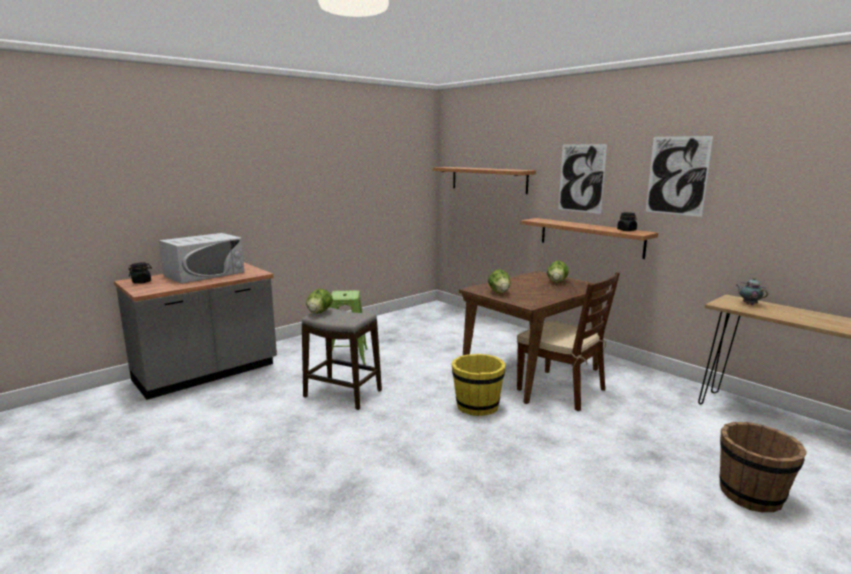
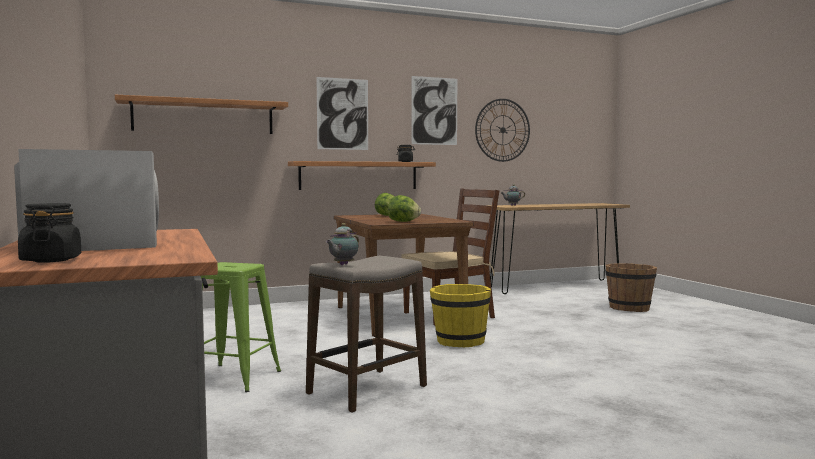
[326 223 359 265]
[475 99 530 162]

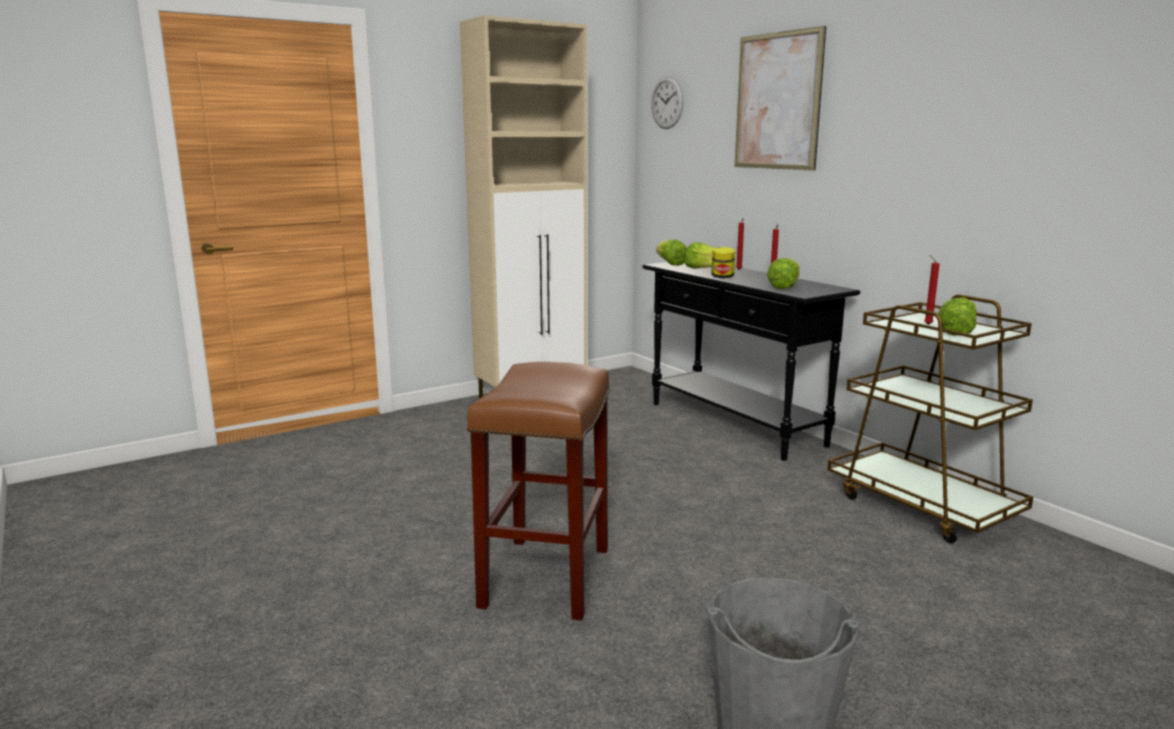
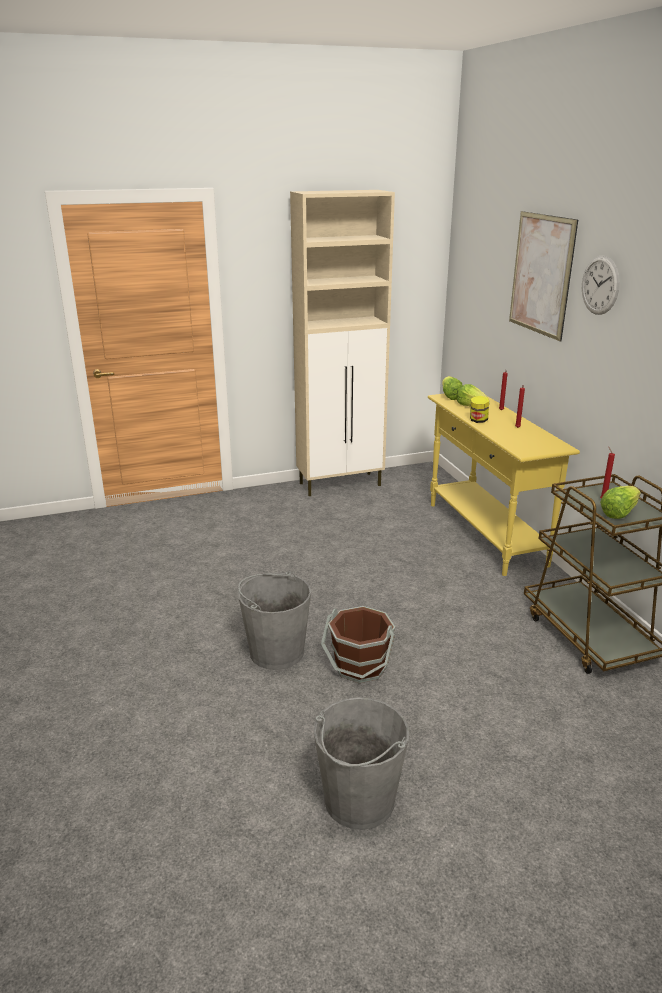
[238 571 311 670]
[321 606 395 683]
[428 394 580 576]
[582 256 620 315]
[767 258 799 289] (first image)

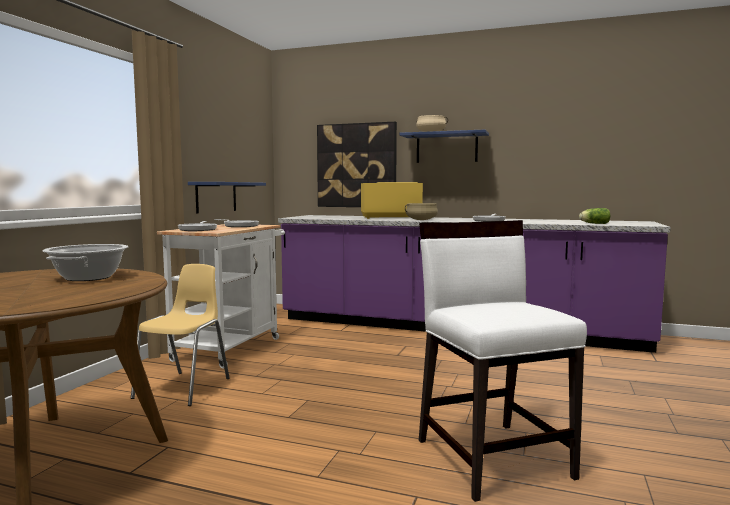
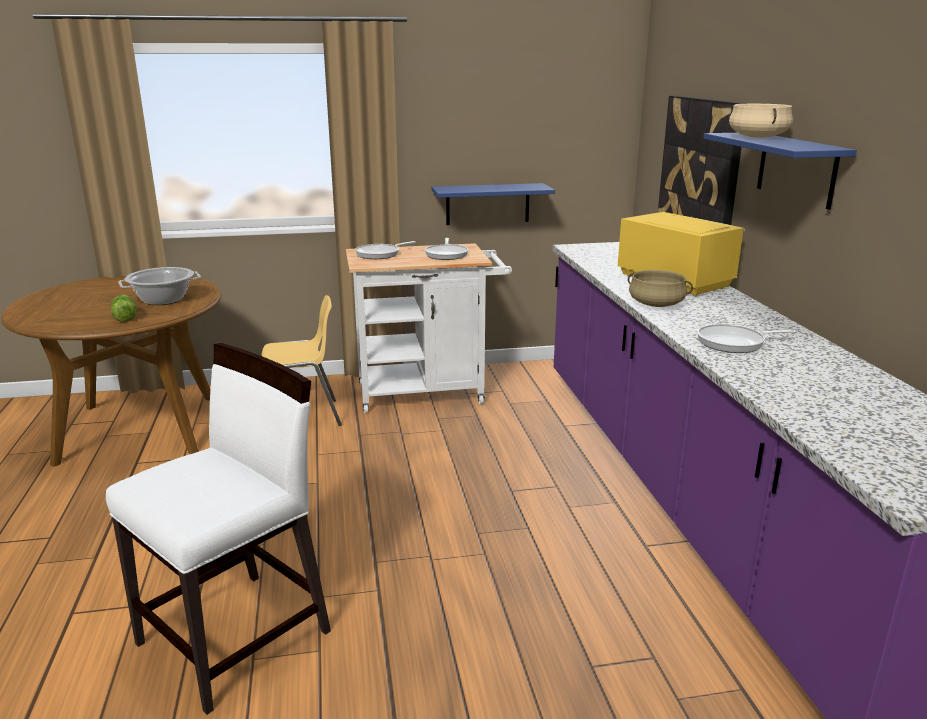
[111 295 137 322]

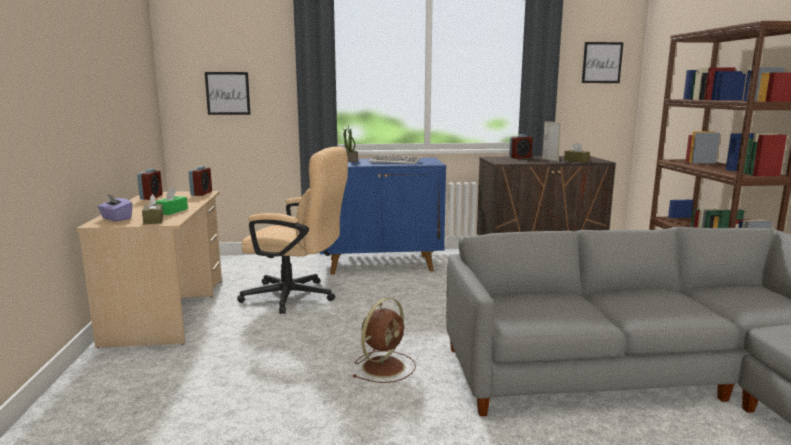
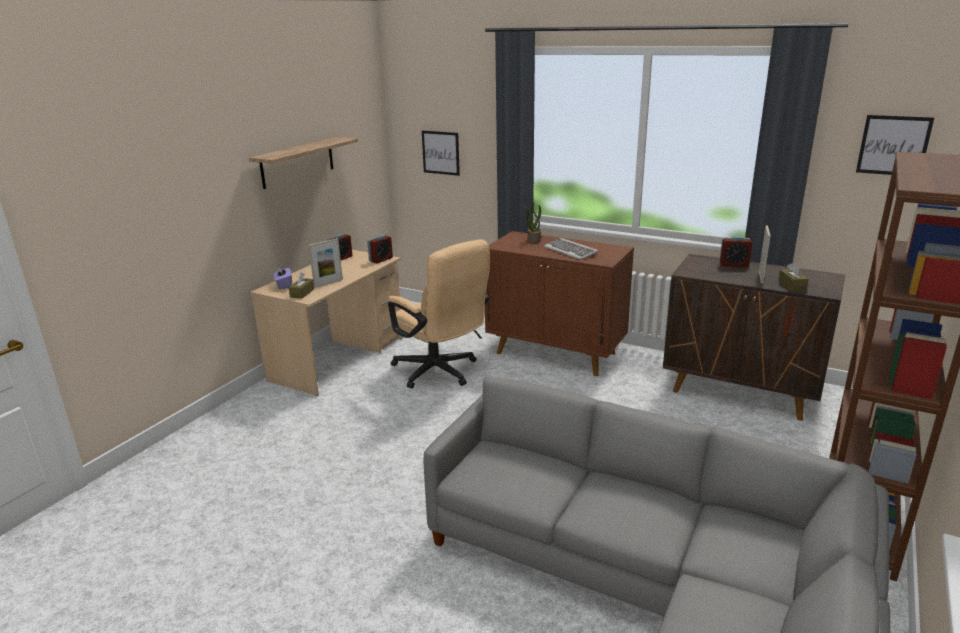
[249 137 358 189]
[308 238 343 287]
[485 231 634 376]
[352 297 416 383] (first image)

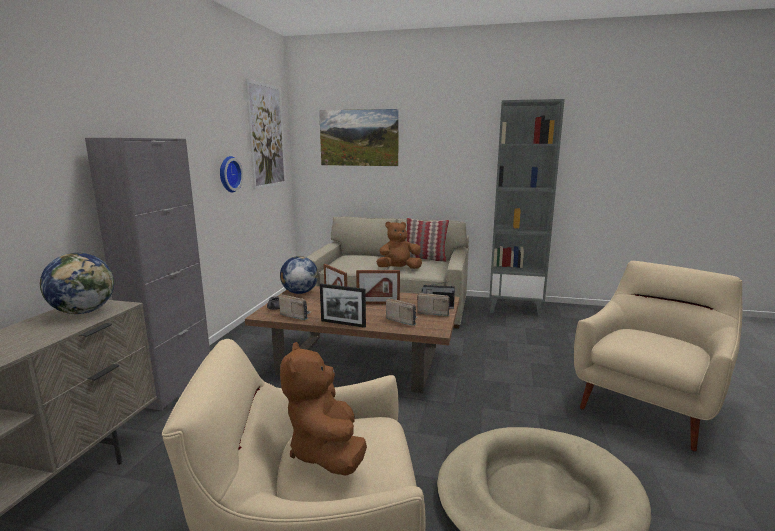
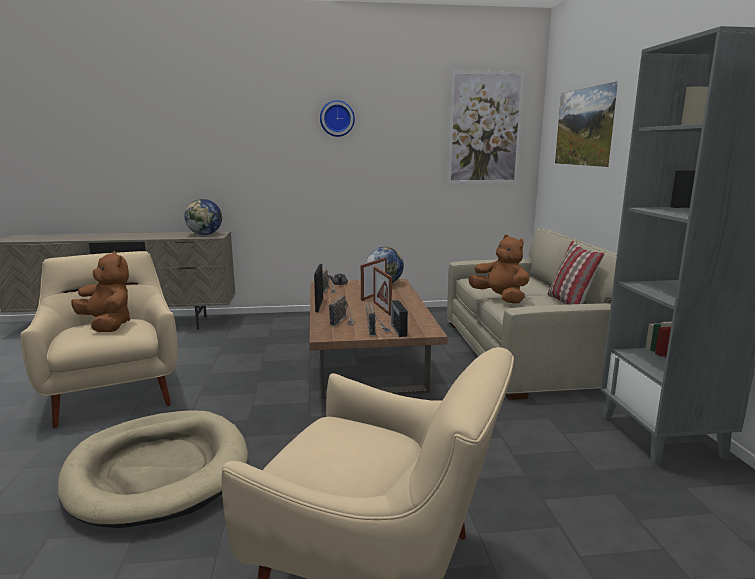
[71 251 131 332]
[320 100 355 137]
[85 138 210 411] (first image)

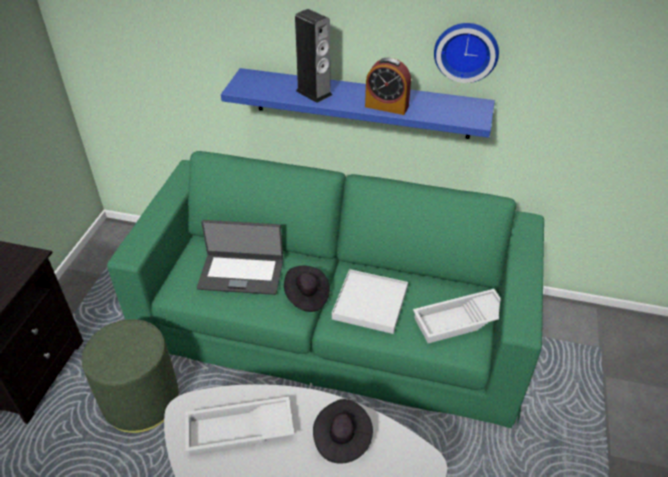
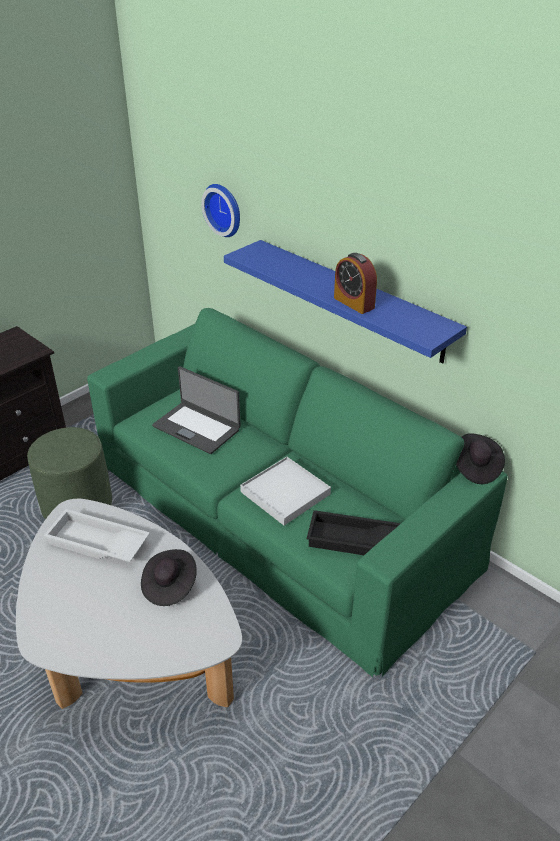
[201 184 240 237]
[307 510 401 555]
[456 433 505 484]
[295 9 332 103] (first image)

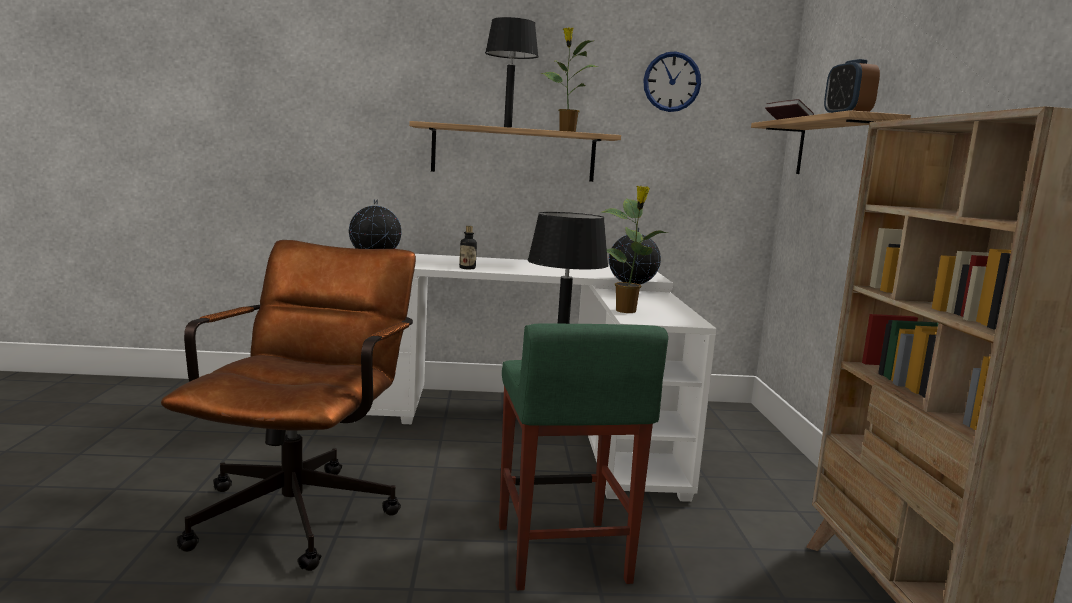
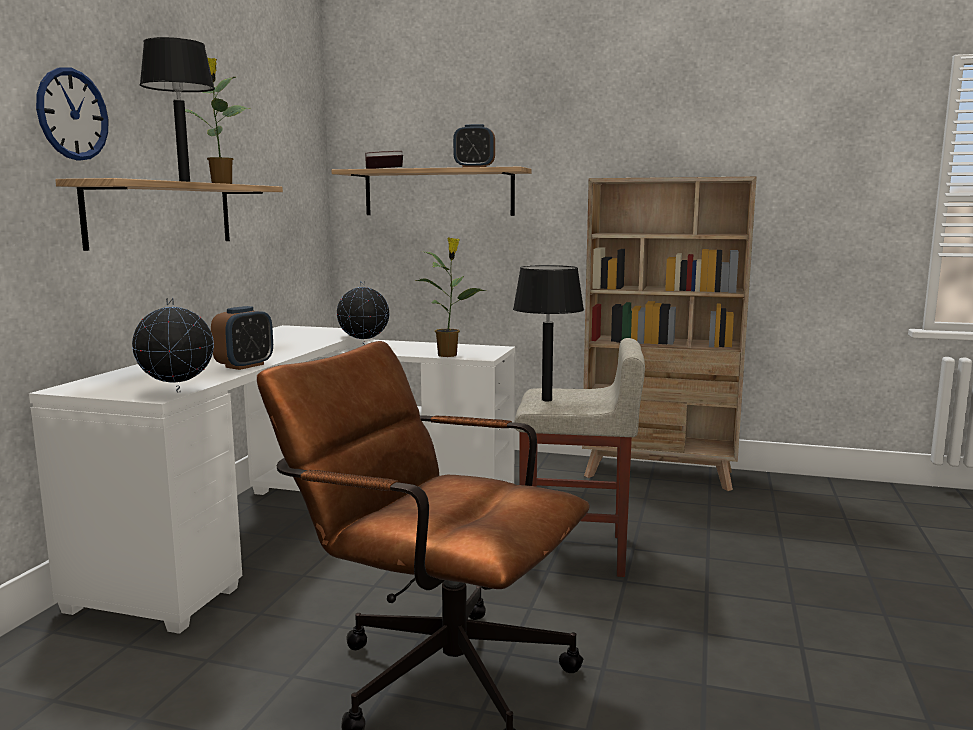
[36 68 109 161]
[211 306 273 370]
[514 338 645 577]

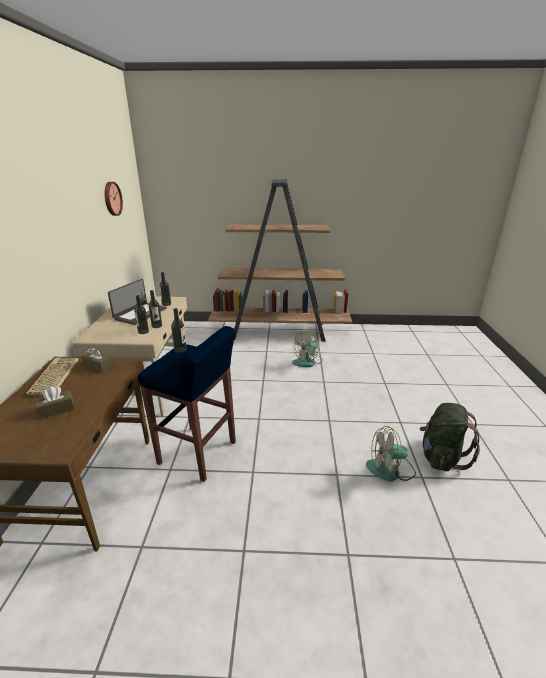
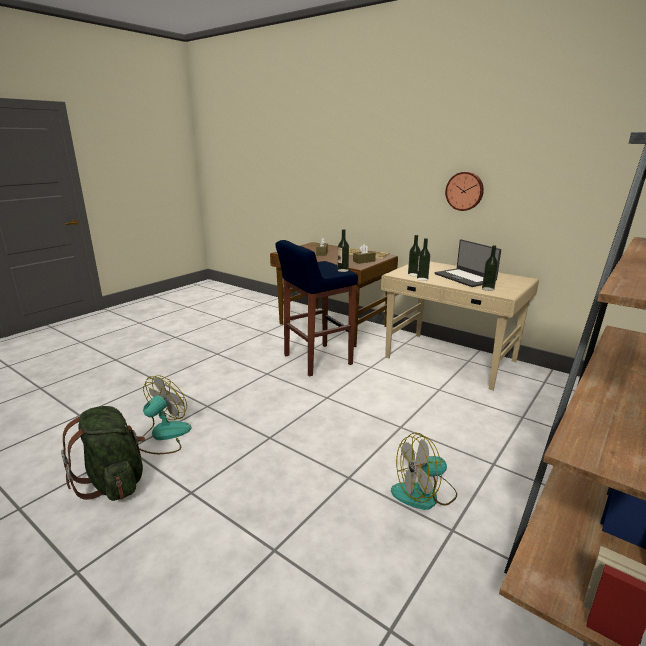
[391 432 457 510]
[445 172 484 211]

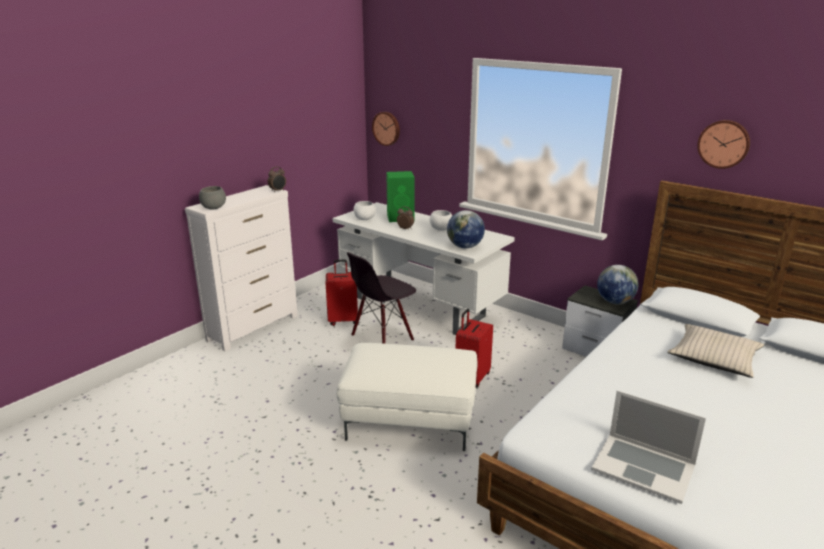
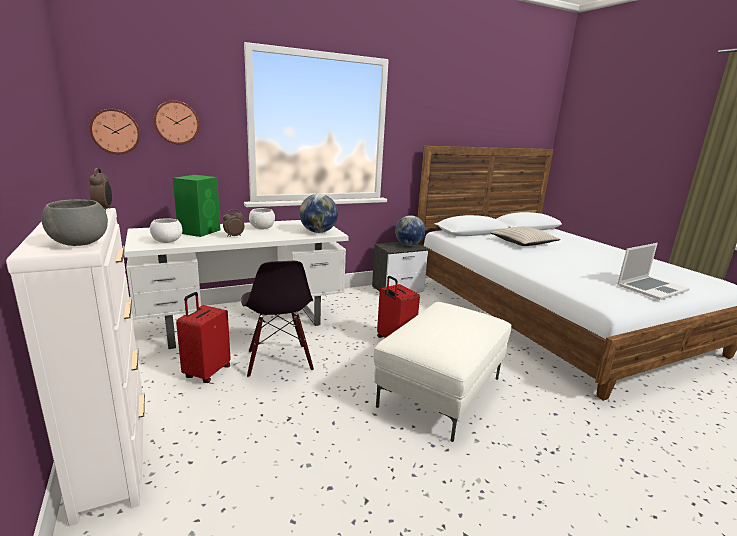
[154 101 199 144]

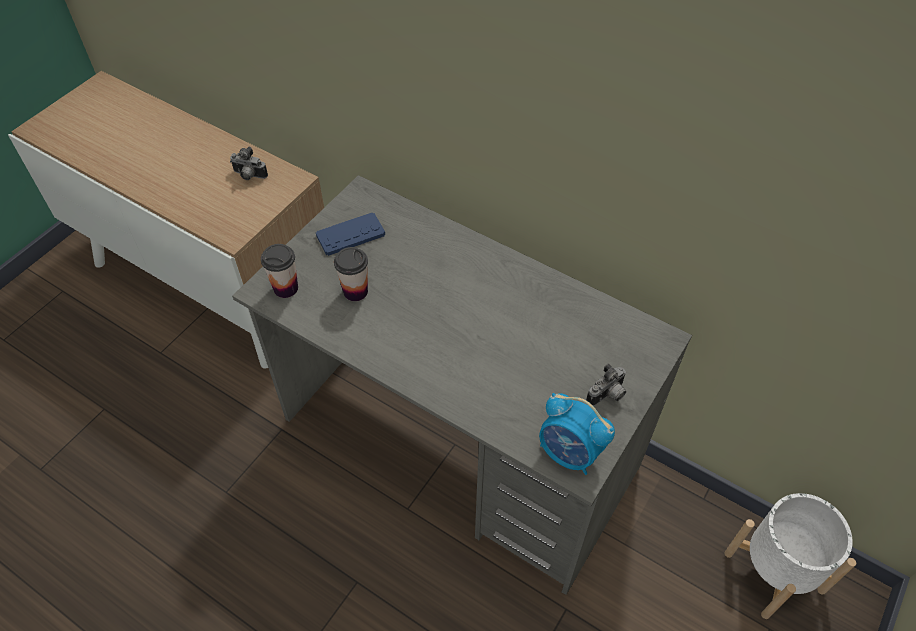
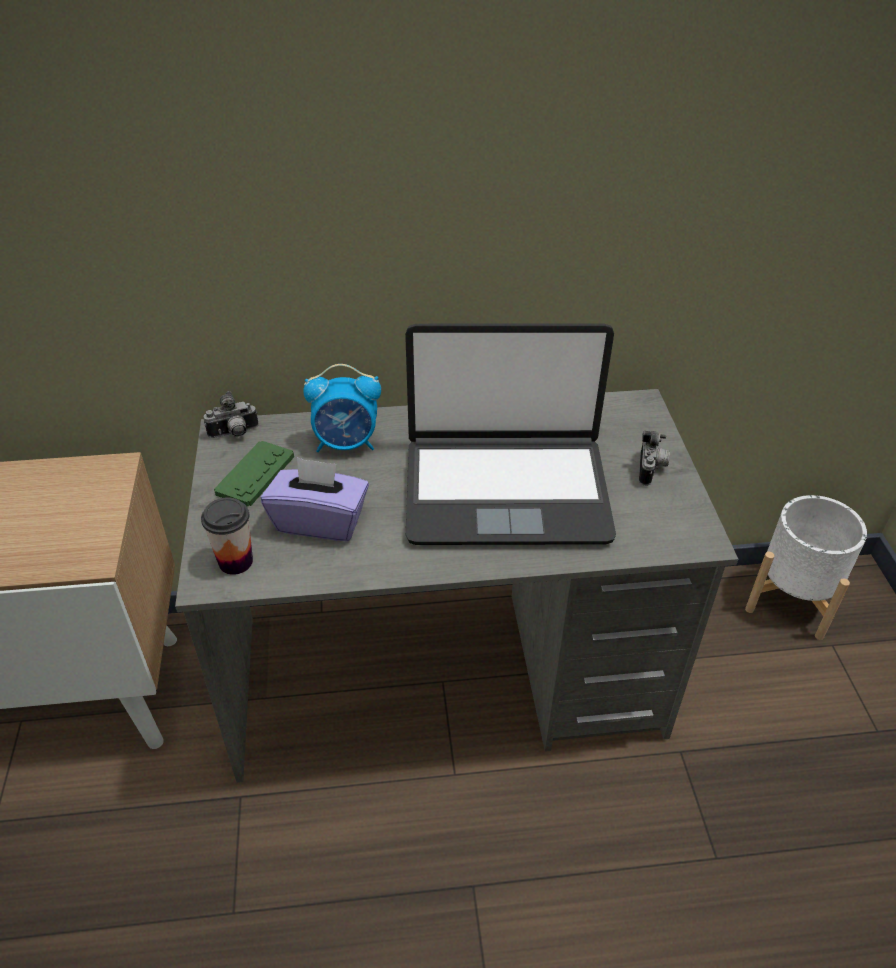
[203 391 259 438]
[214 441 294 507]
[261 457 369 541]
[303 364 381 452]
[405 324 616 545]

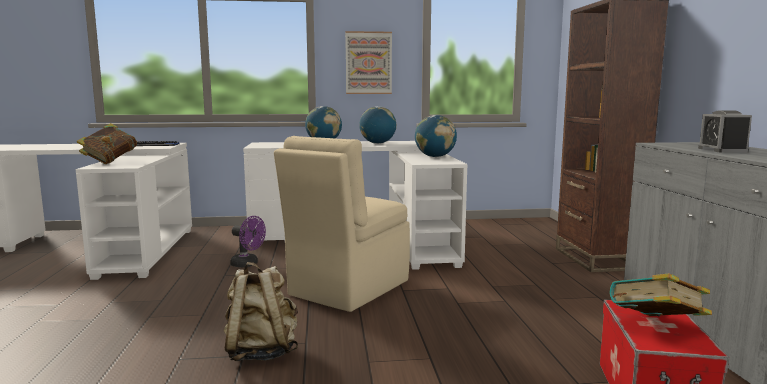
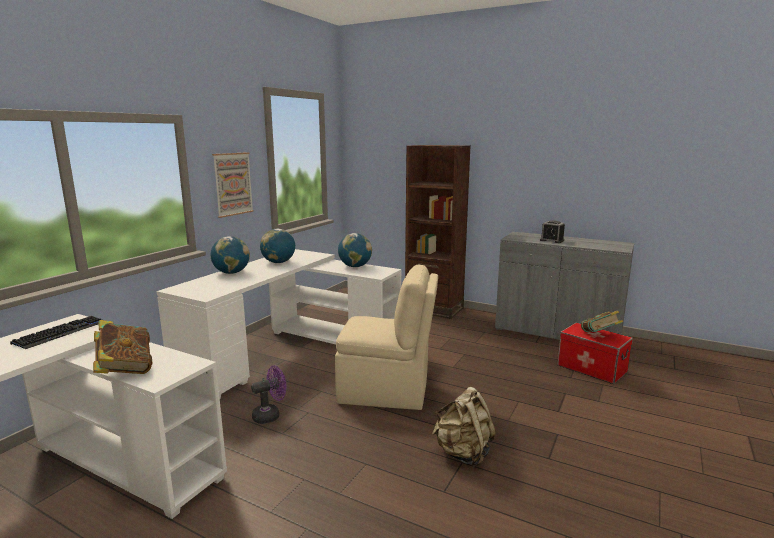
[335 265 438 410]

